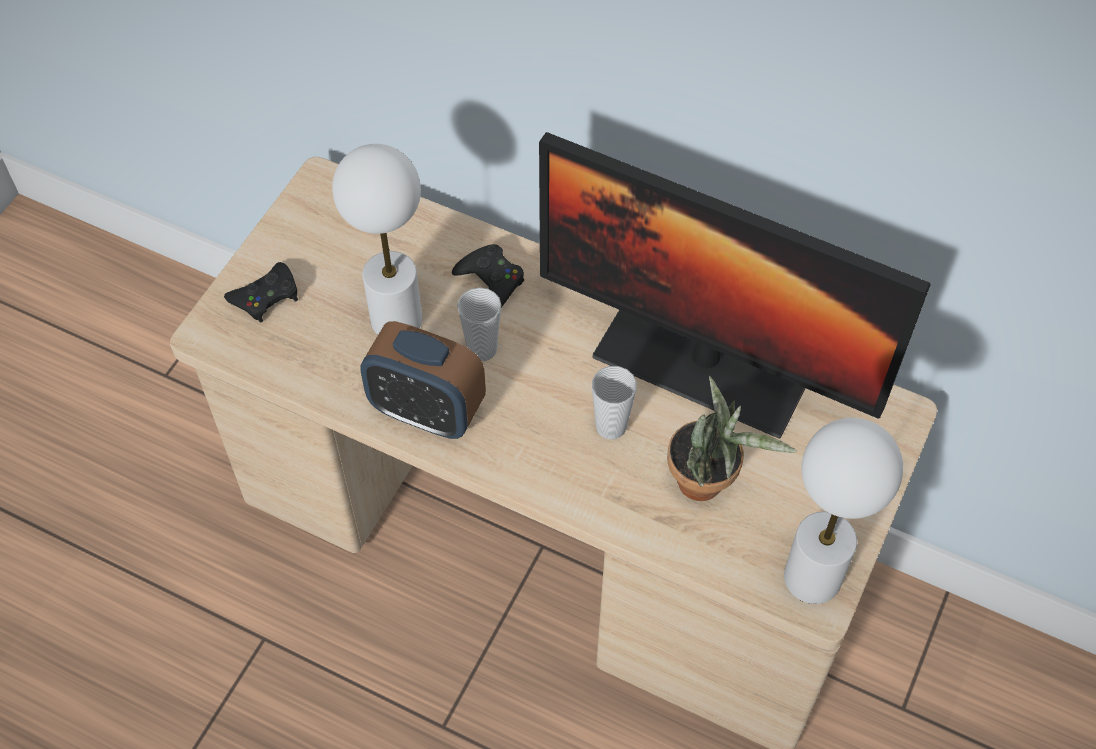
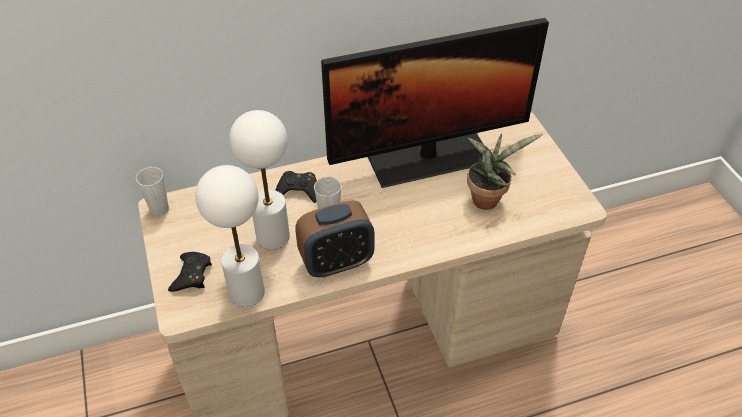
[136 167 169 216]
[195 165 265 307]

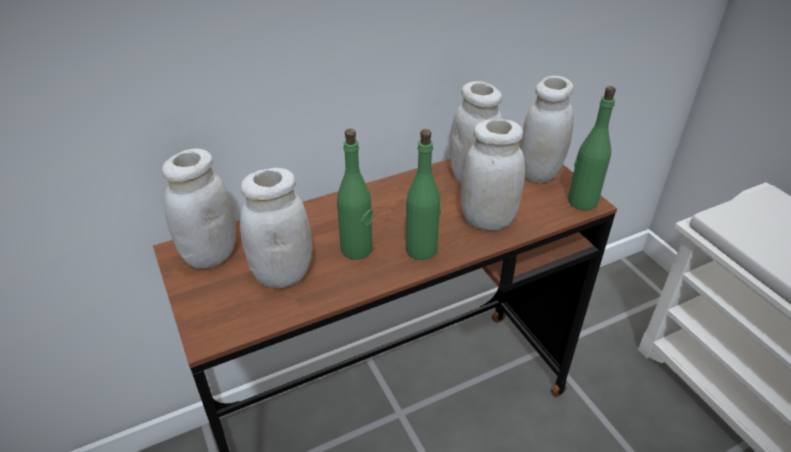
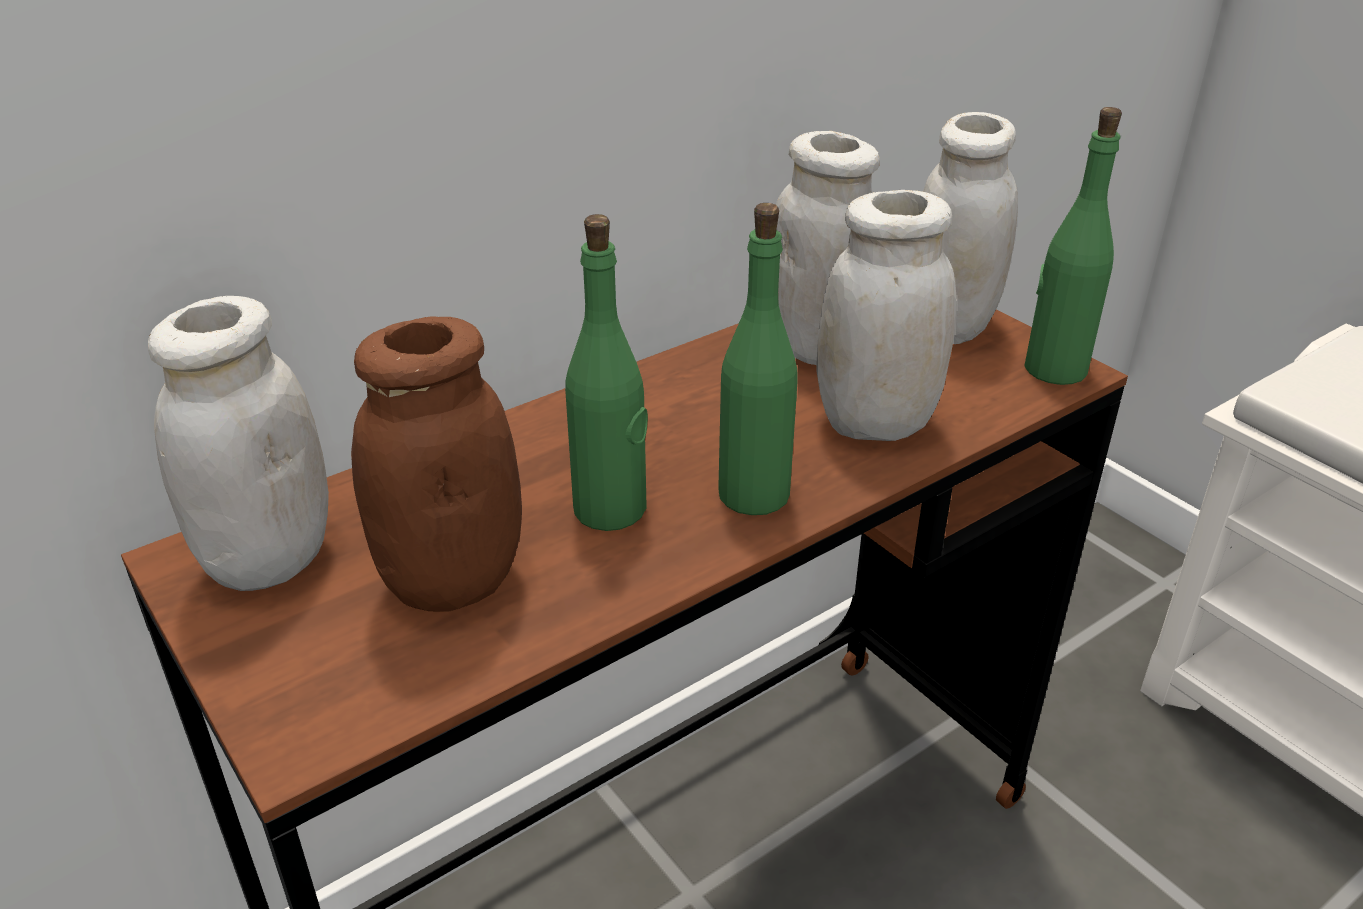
[351 316 522 612]

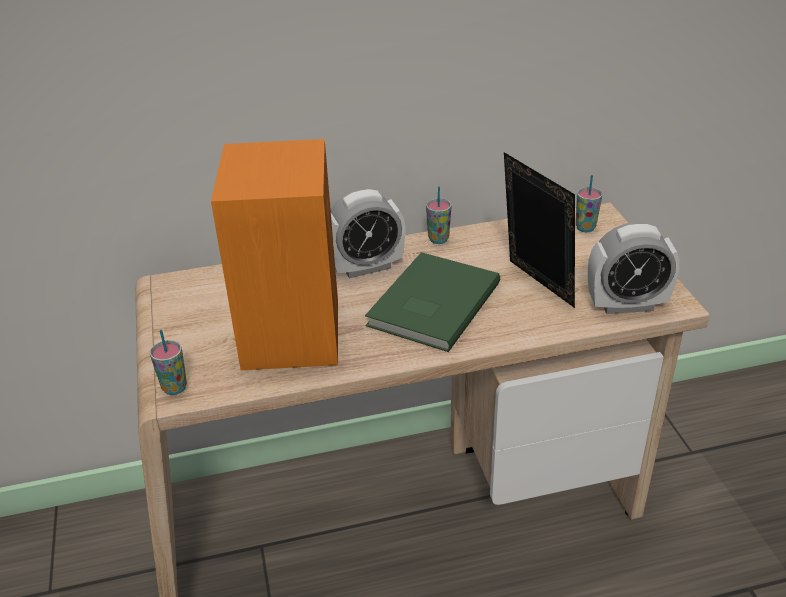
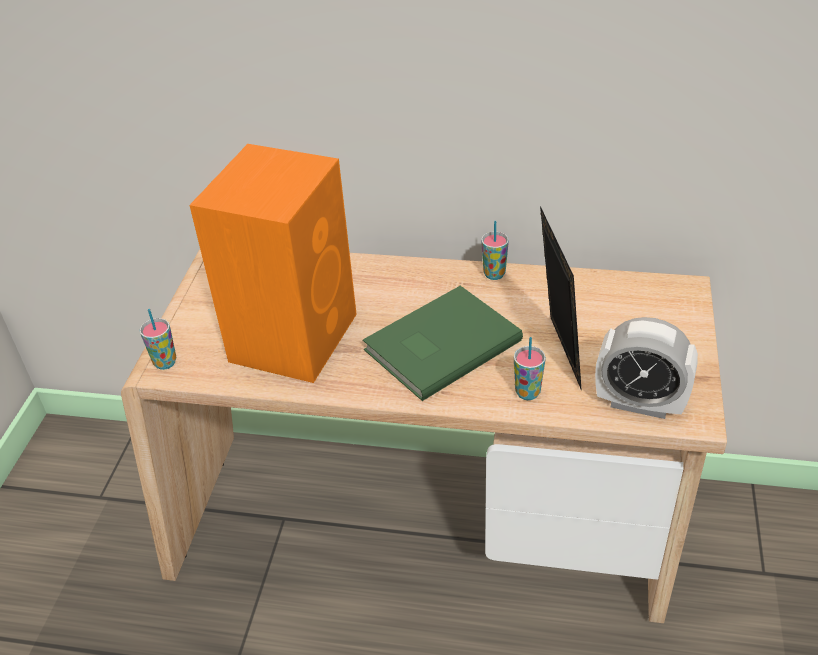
[514 337 546 400]
[331 189 405 278] (first image)

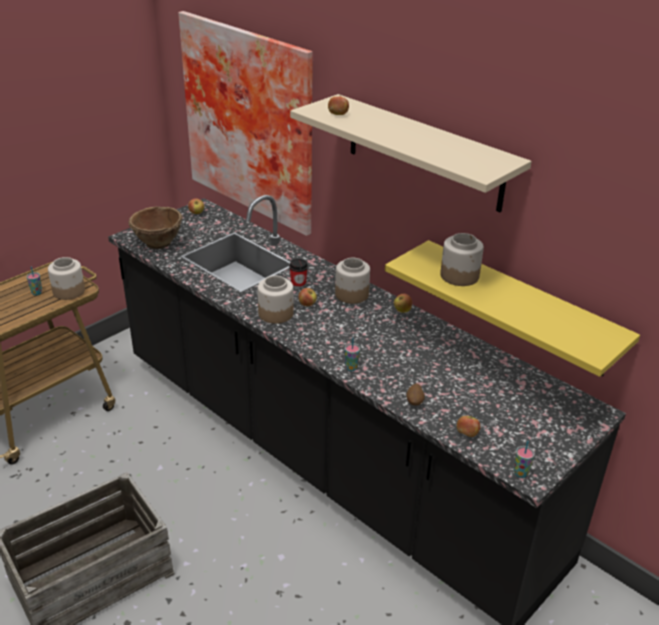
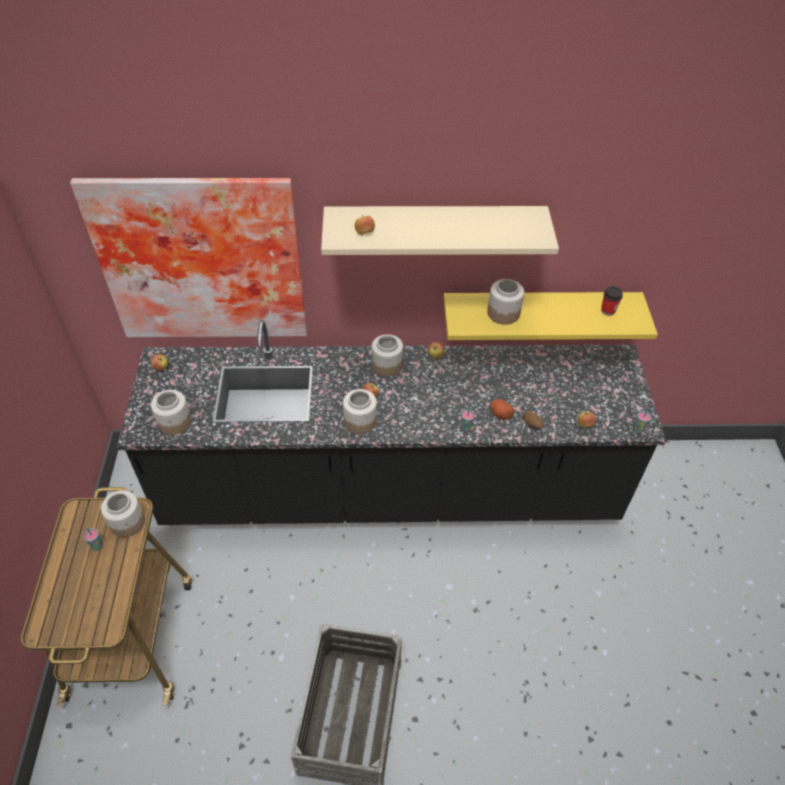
[151 390 191 435]
[491 399 514 420]
[601 286 623 316]

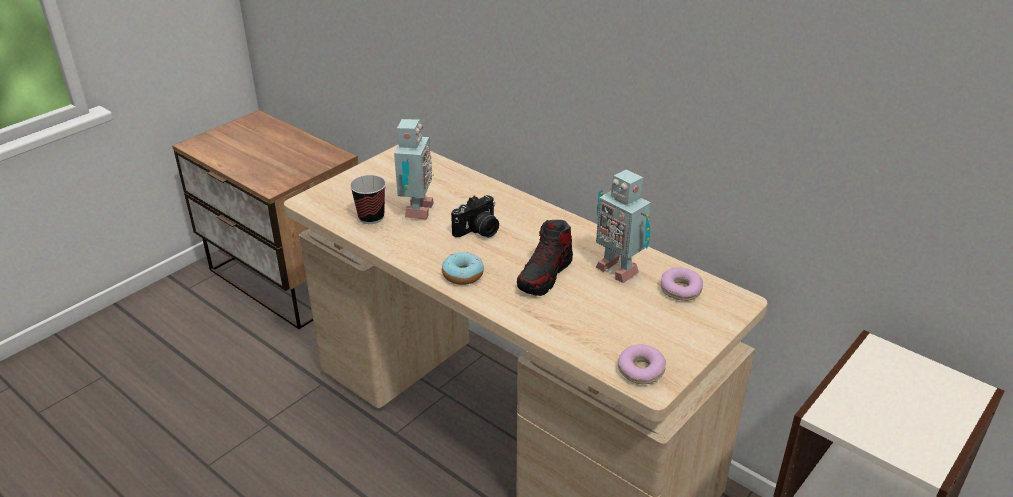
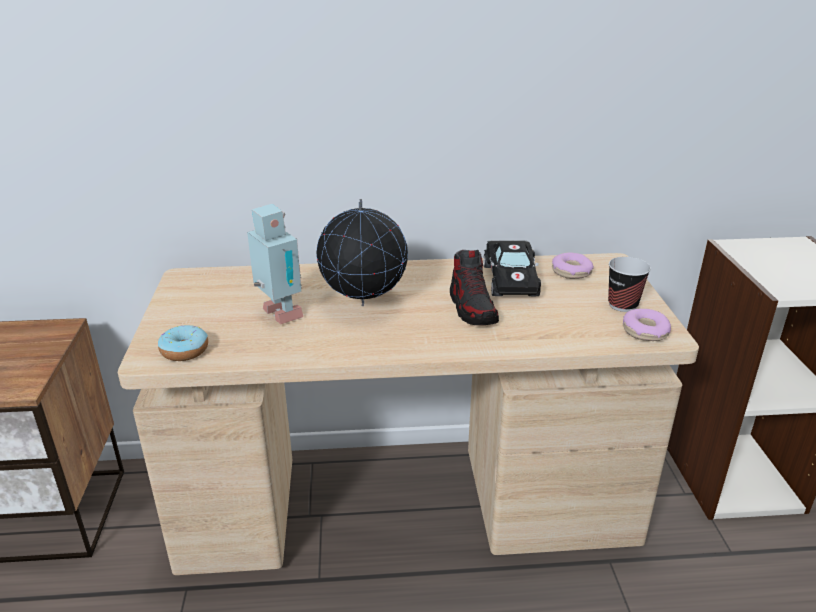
[158 325 208 361]
[316 199 408 306]
[483 240 541 297]
[608 257 651 312]

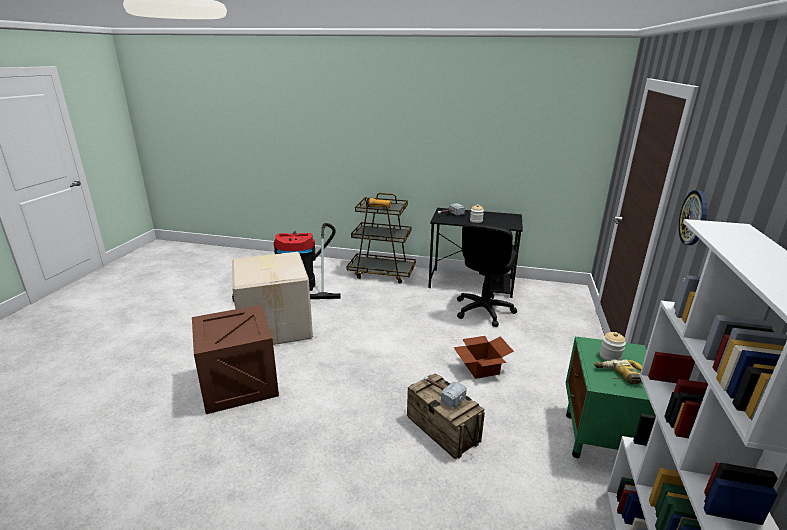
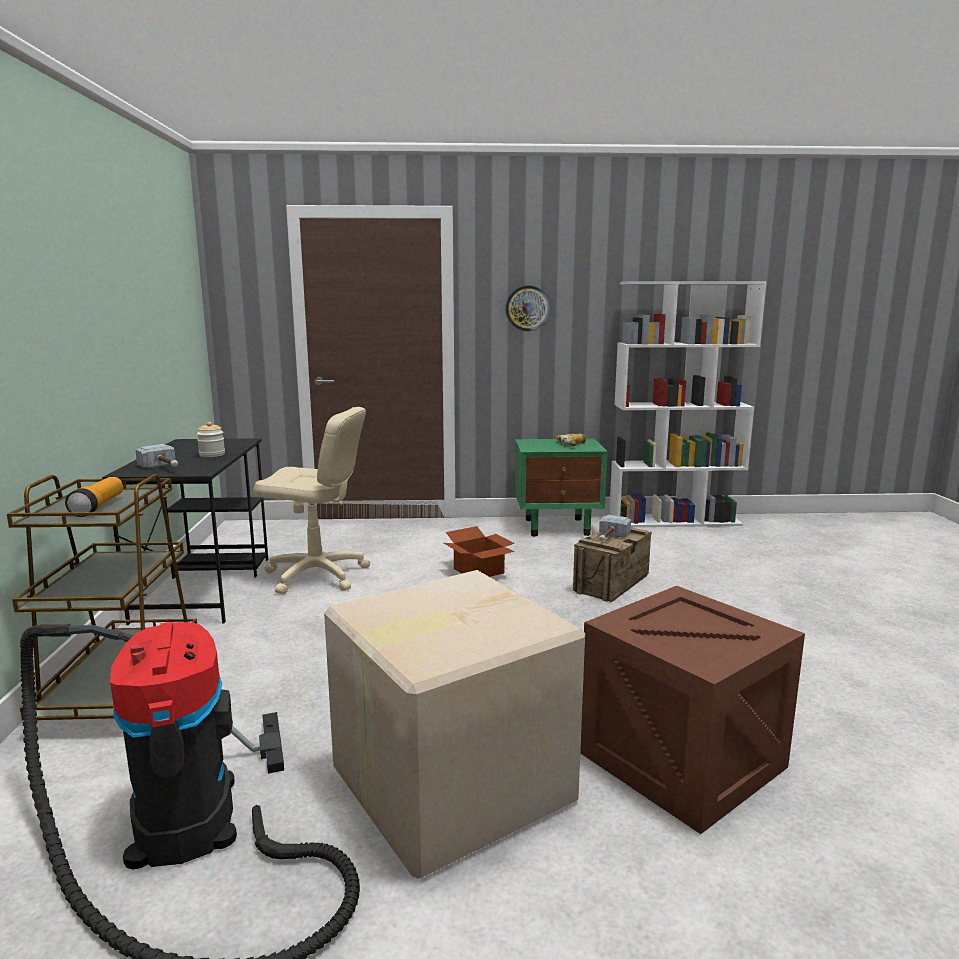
[253 407 370 594]
[600 332 626 361] (first image)

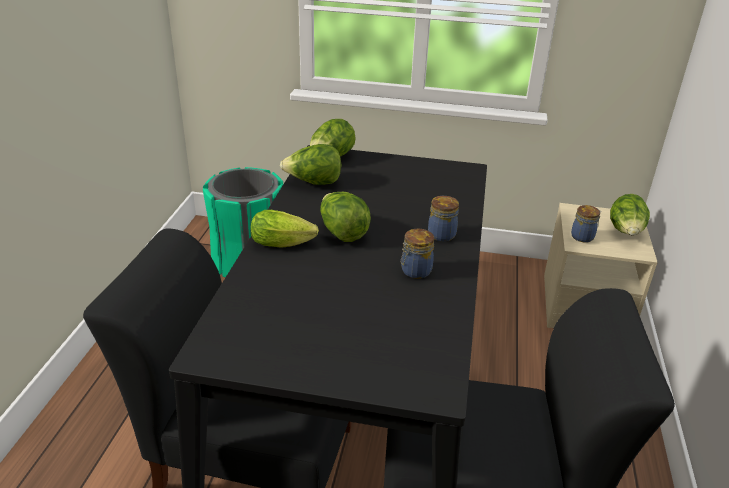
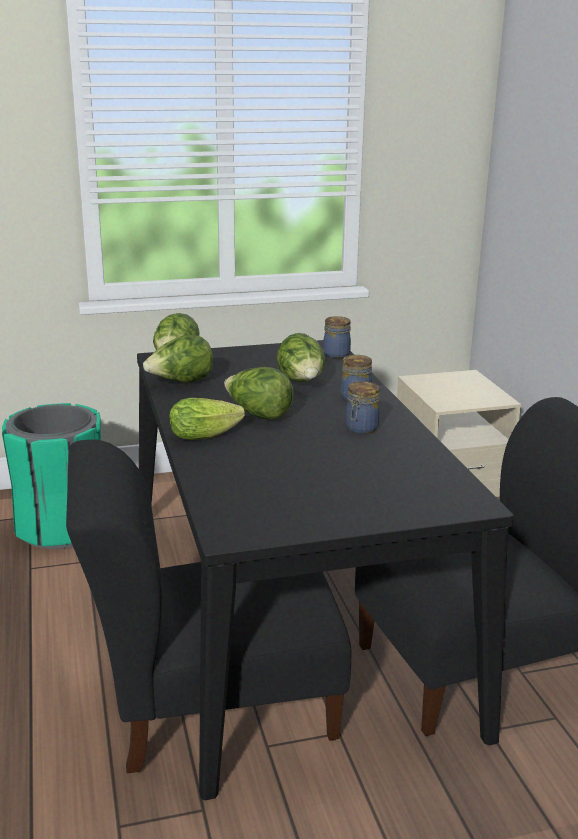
[277 333 325 382]
[323 316 351 359]

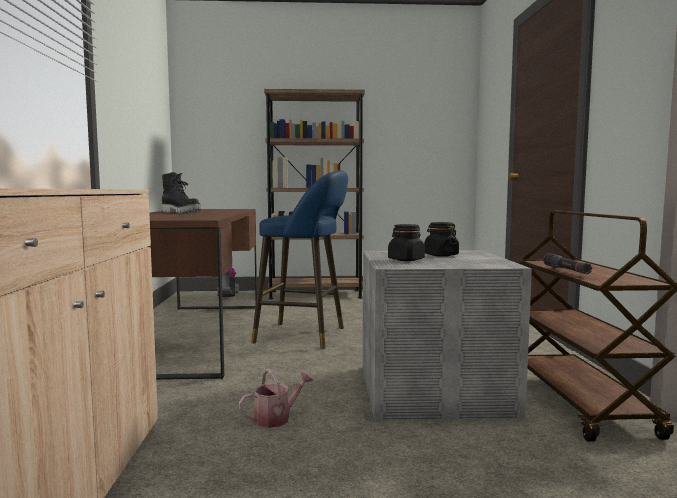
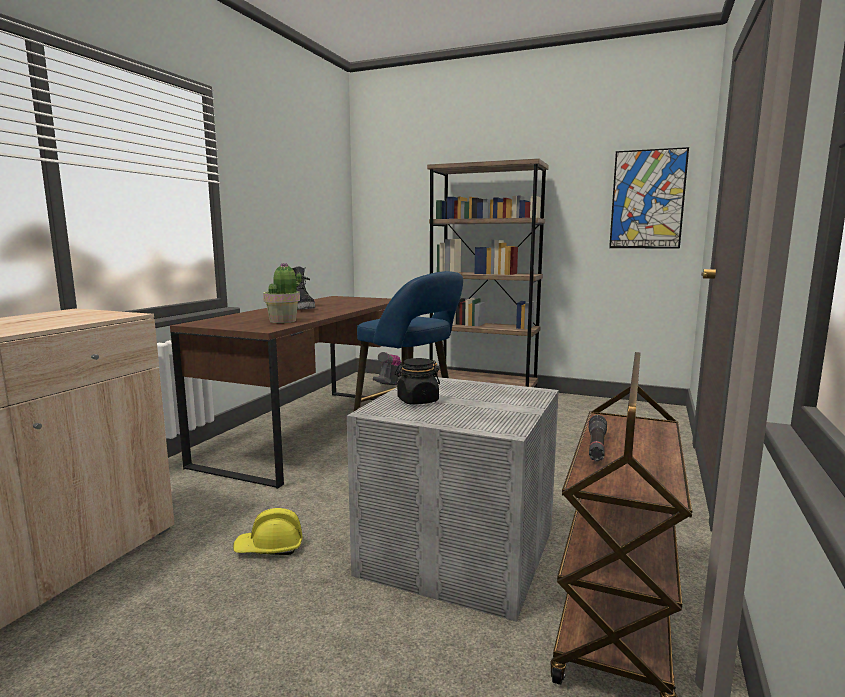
[233 508 303 555]
[263 263 302 323]
[609 147 689 249]
[424 222 459 257] (first image)

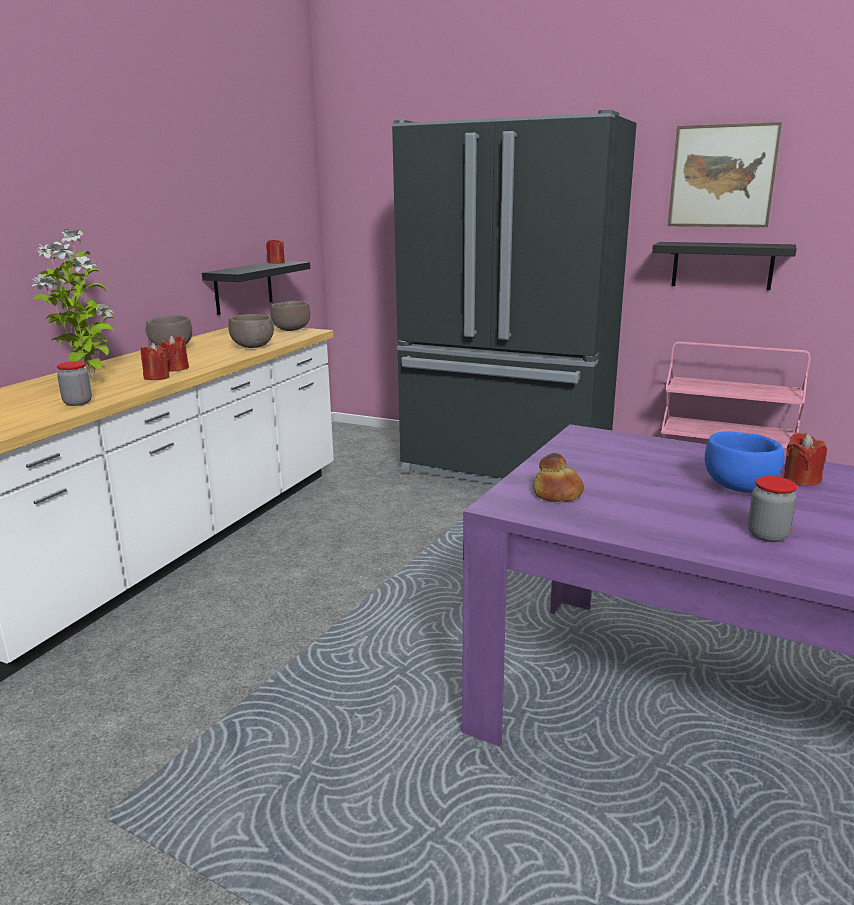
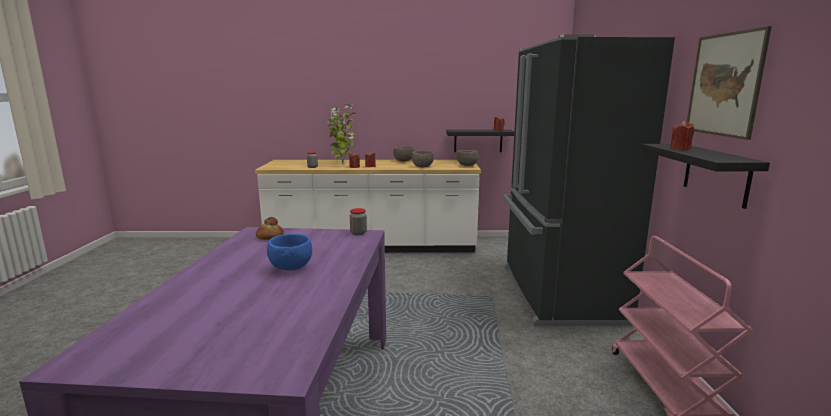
[350 208 367 235]
[670 121 695 150]

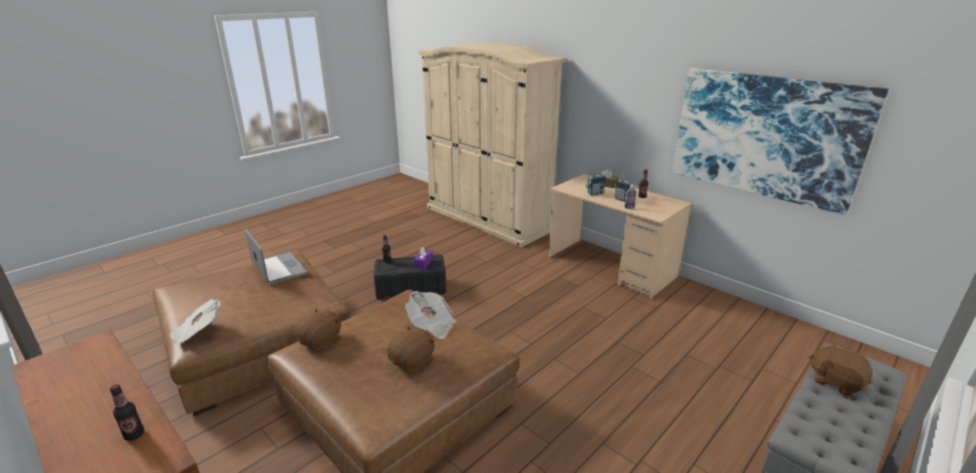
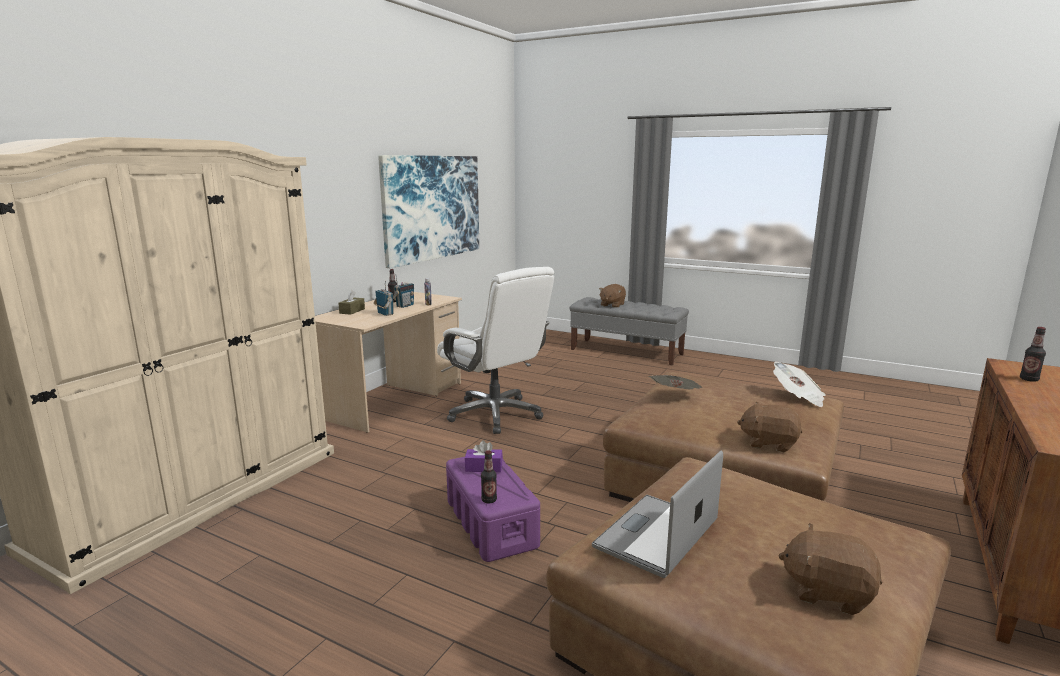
[437 267 554 434]
[446 457 540 562]
[773 362 826 407]
[778 523 882 615]

